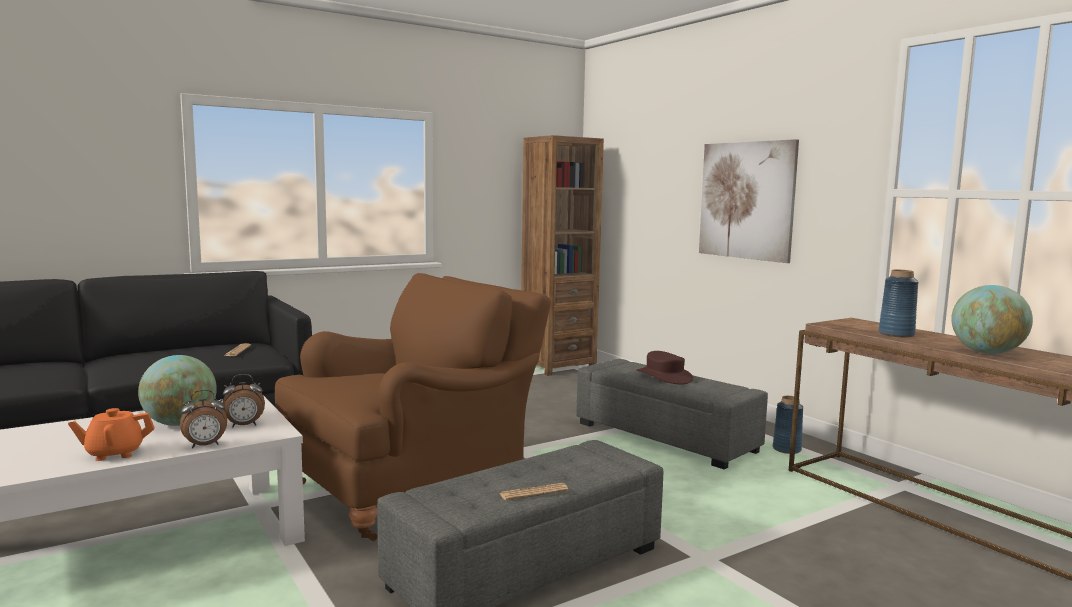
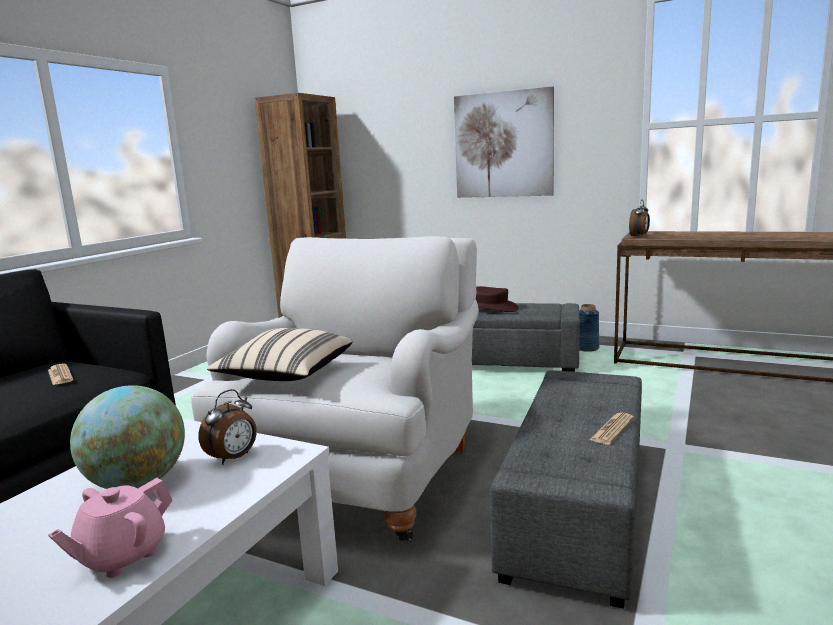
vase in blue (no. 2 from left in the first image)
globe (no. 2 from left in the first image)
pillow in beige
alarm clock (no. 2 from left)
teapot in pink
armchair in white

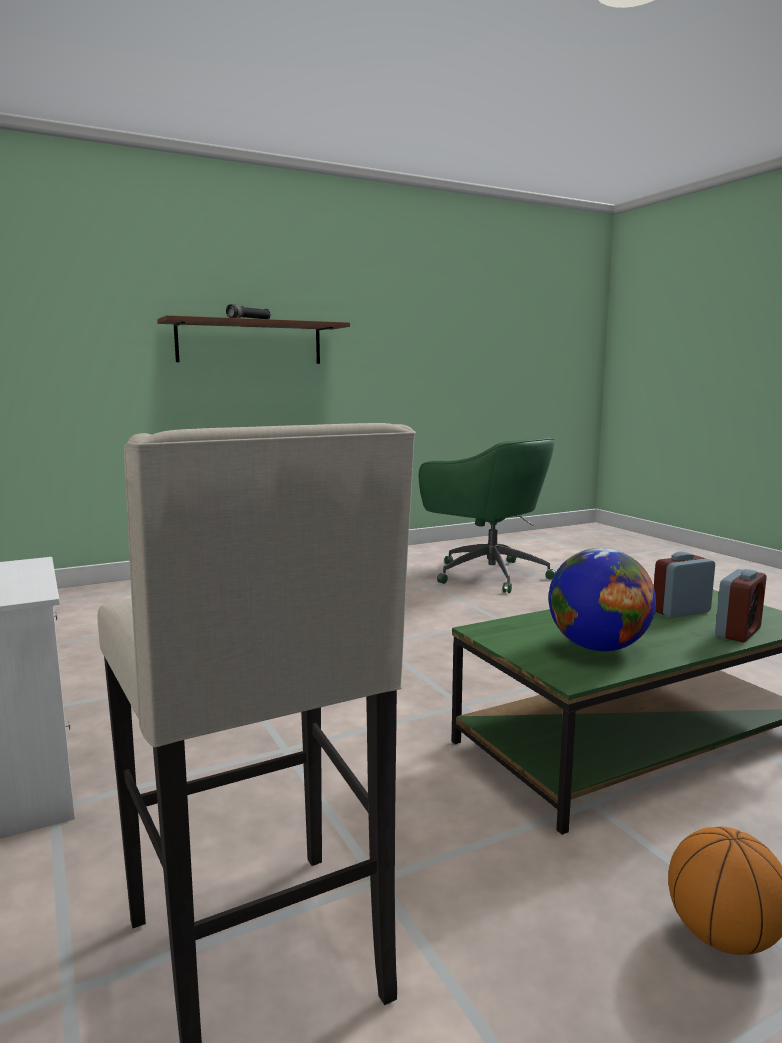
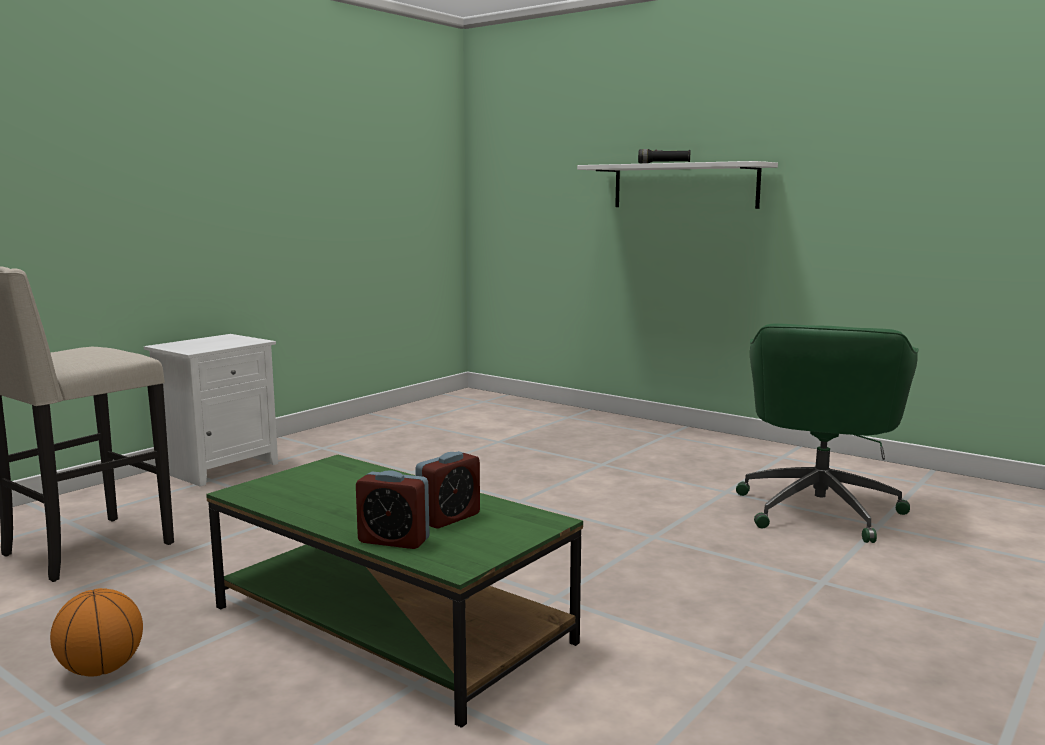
globe
shelf in white
alarm clock (no. 2 from left)

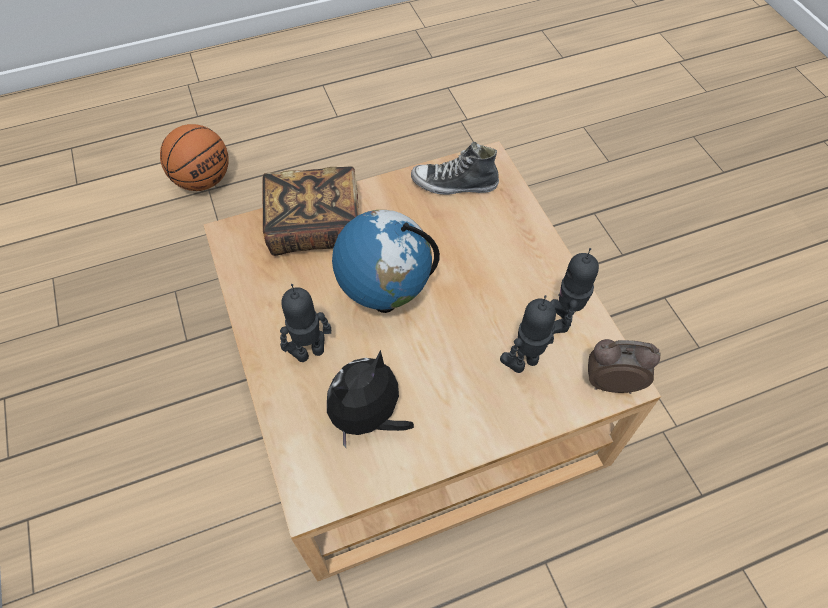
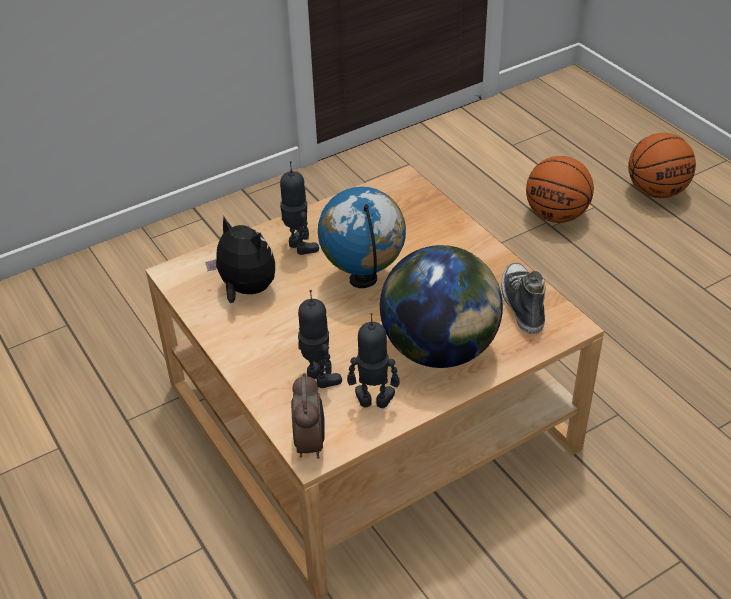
book
globe (no. 2 from left)
basketball (no. 2 from left)

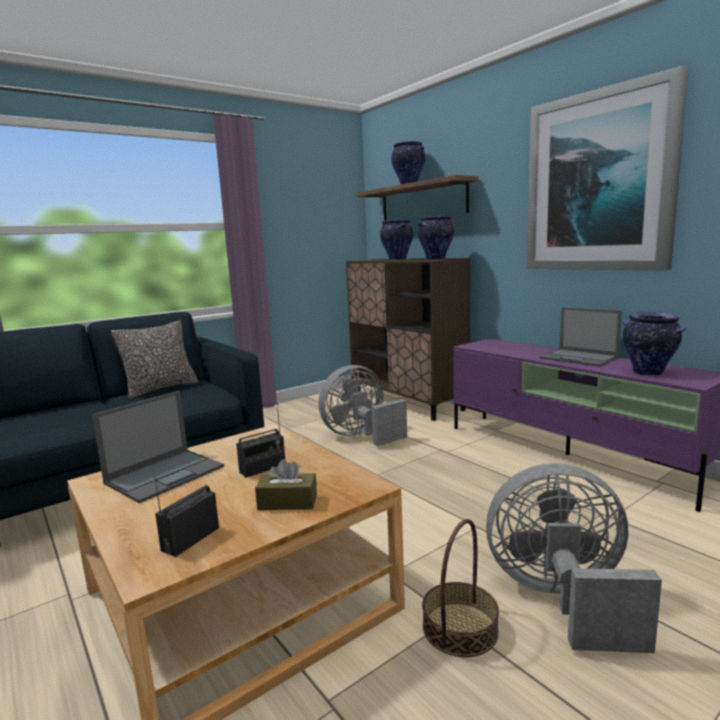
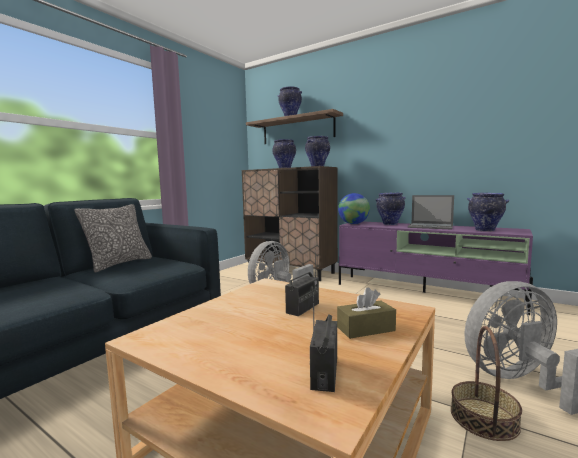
laptop (no. 1 from left in the first image)
picture
globe
vase (no. 4 from left)

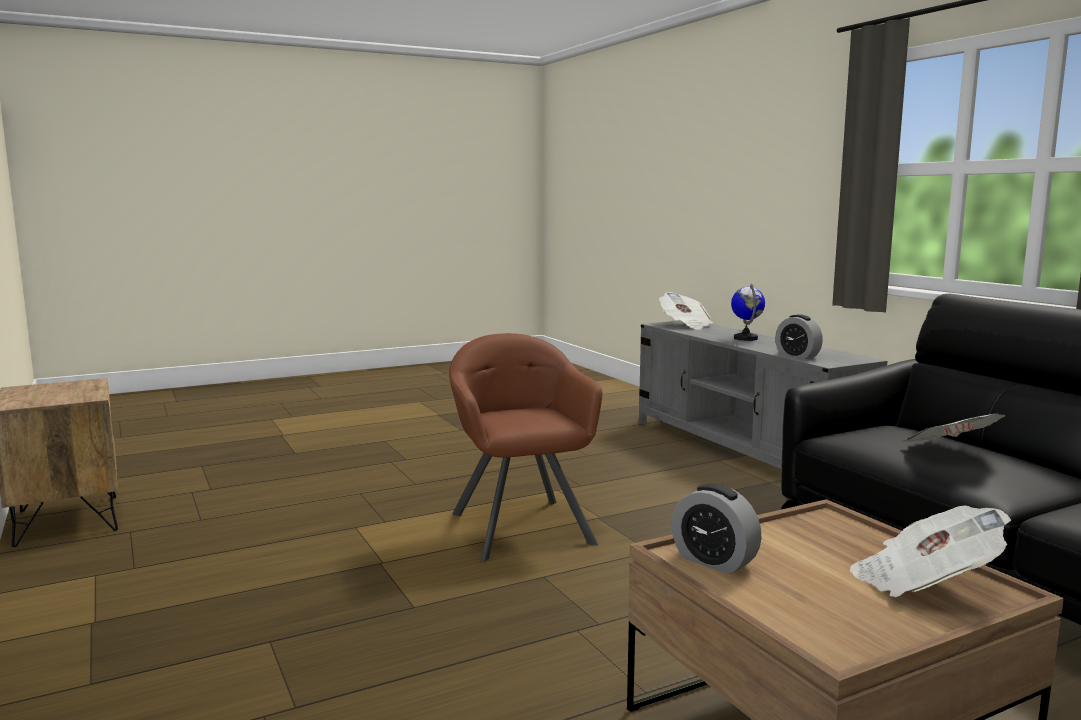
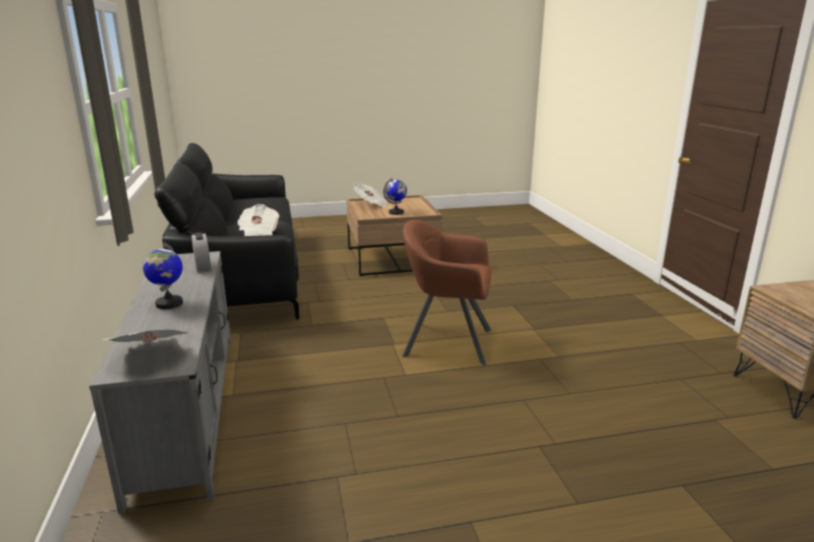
alarm clock (no. 1 from left in the first image)
globe (no. 2 from left)
armchair in brown

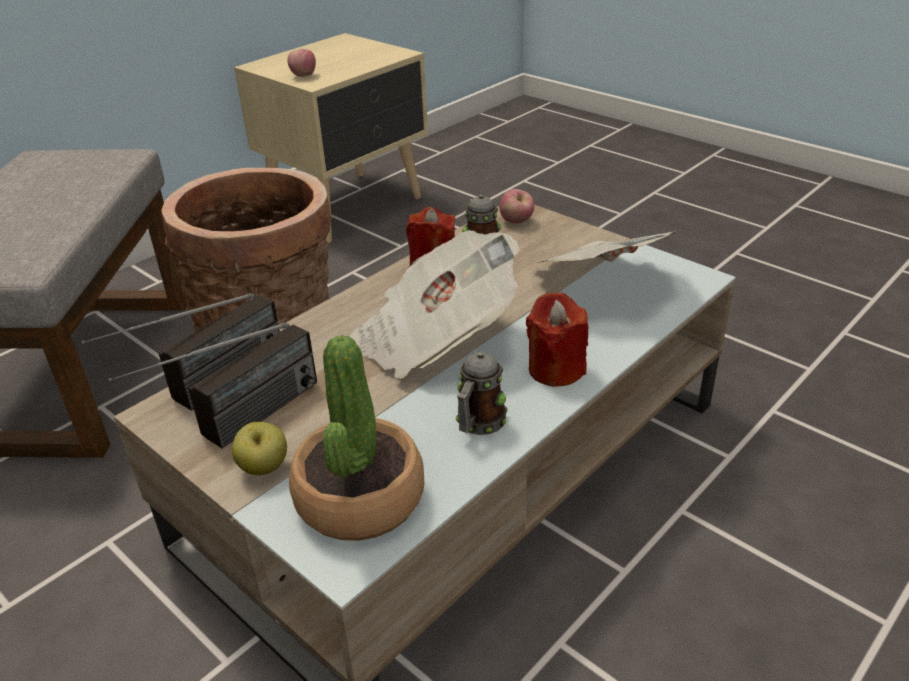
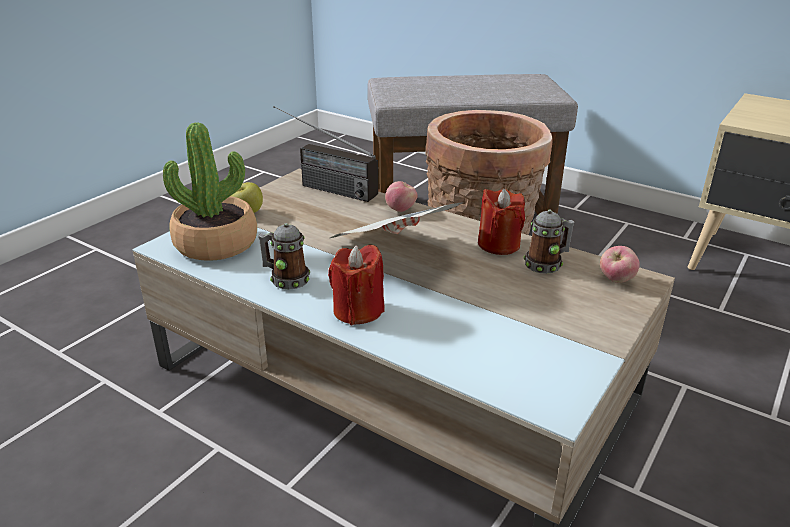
radio (no. 2 from left in the first image)
newspaper (no. 2 from left in the first image)
apple (no. 2 from left)

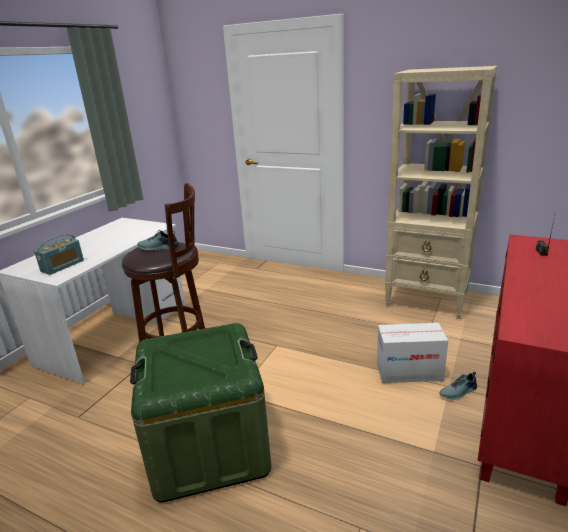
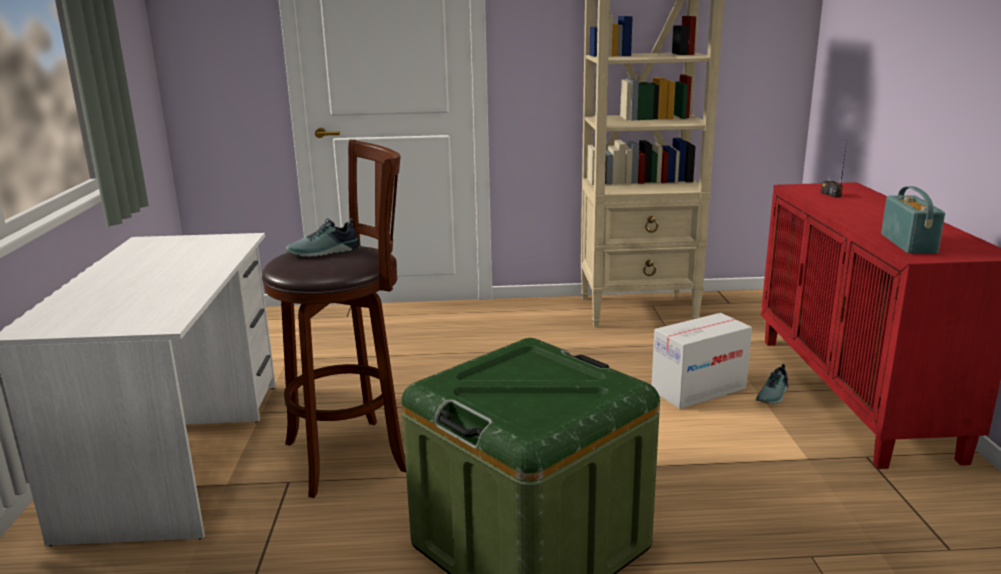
radio (no. 2 from left)

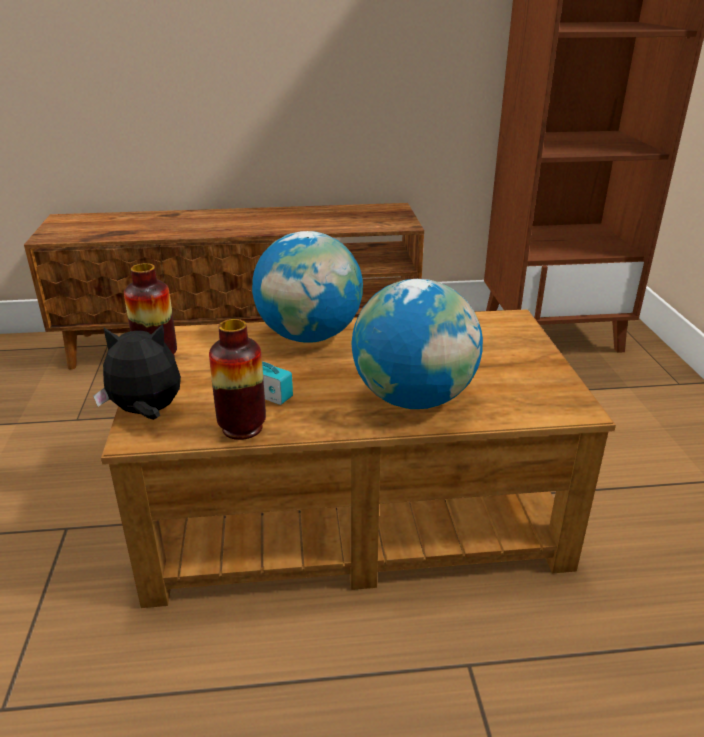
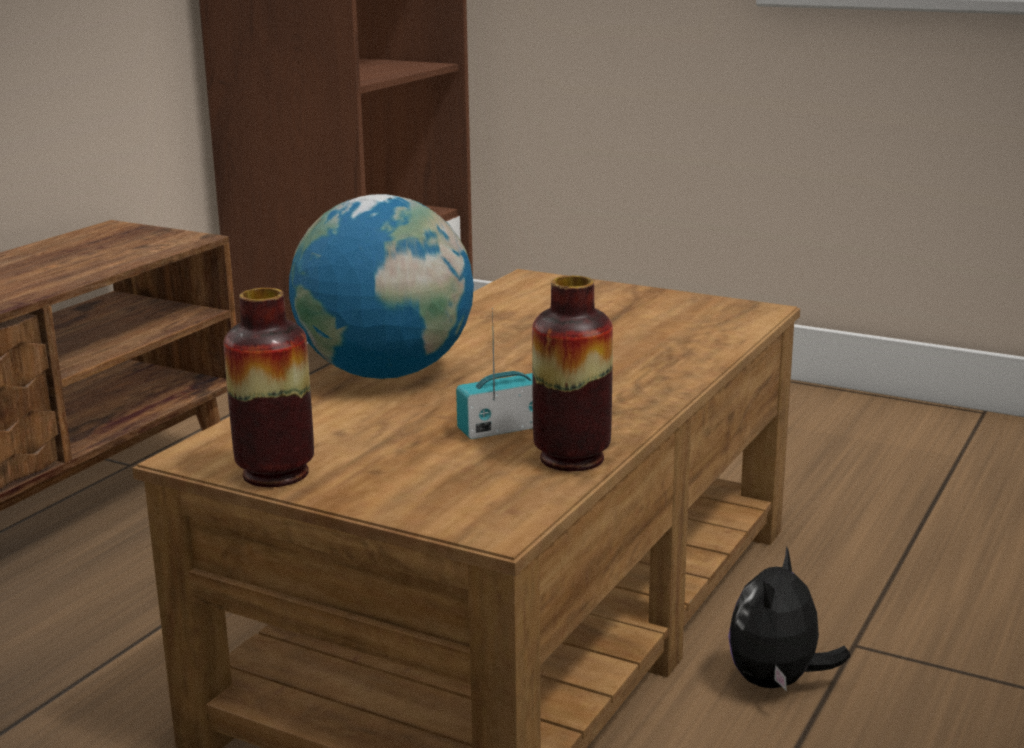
globe (no. 2 from left in the first image)
plush toy

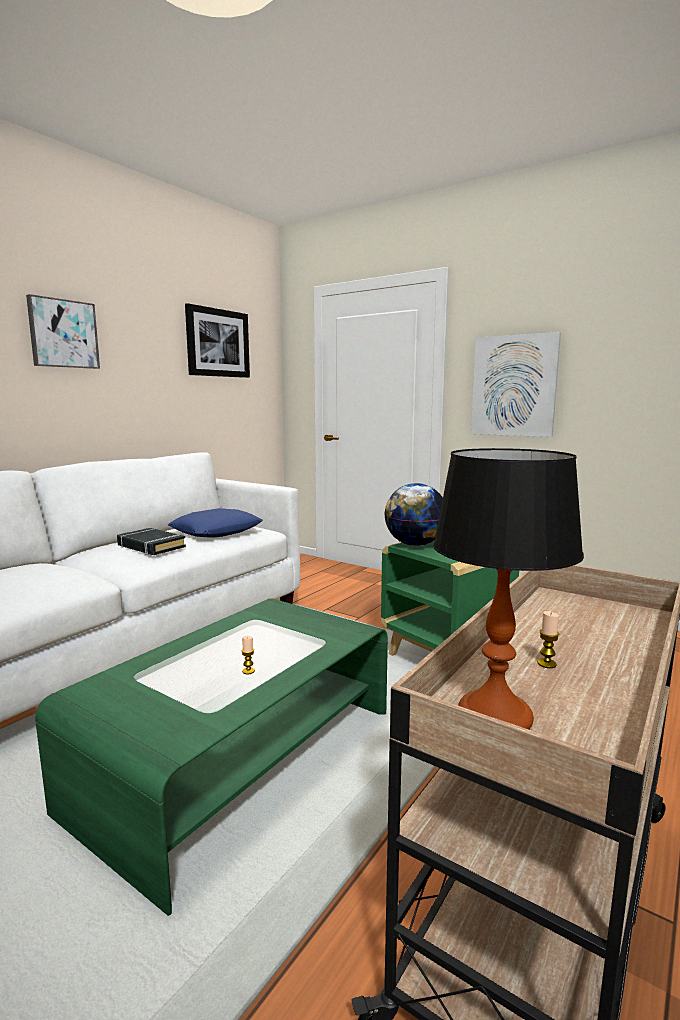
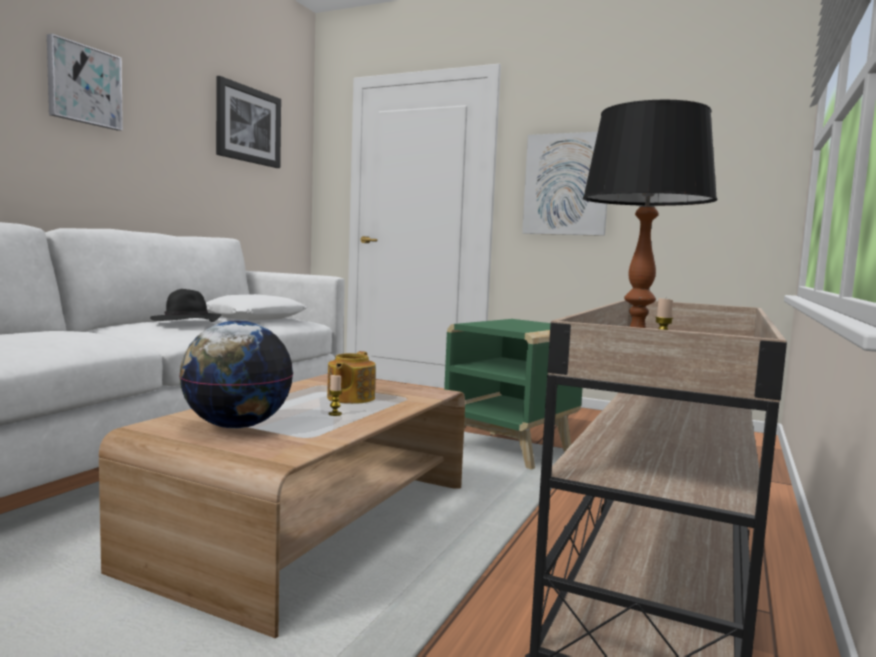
teapot
globe
hat in black
coffee table in brown
pillow in white

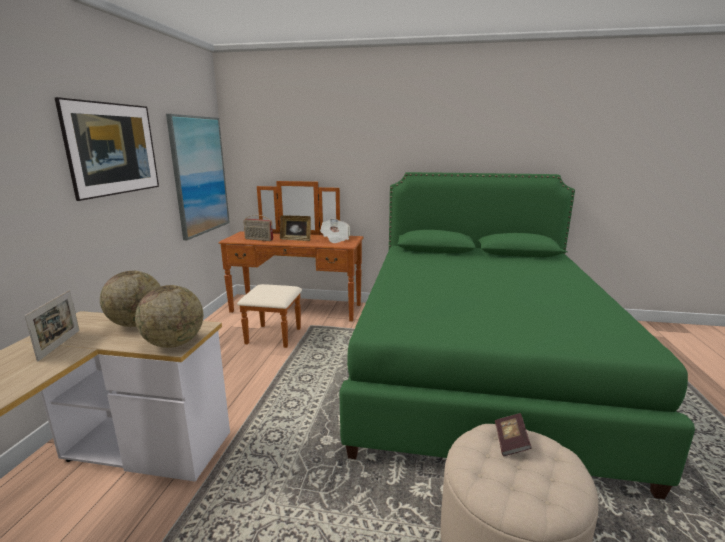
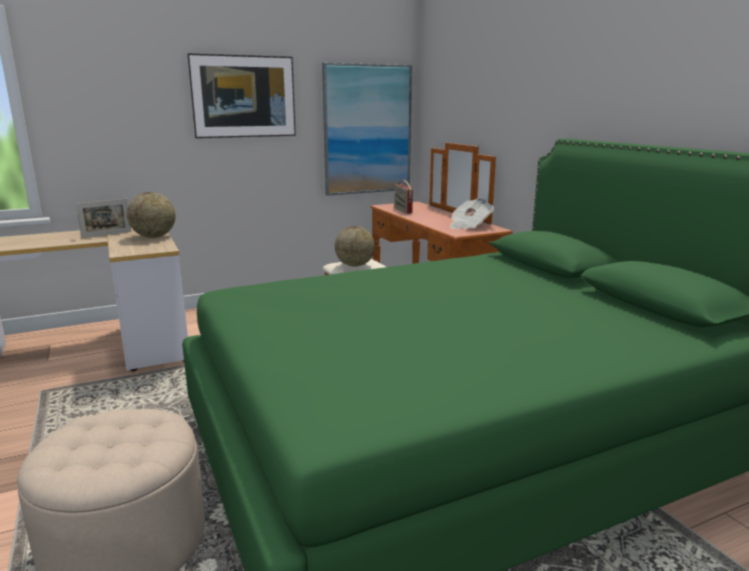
picture frame (no. 2 from left in the first image)
book
globe (no. 2 from left)

